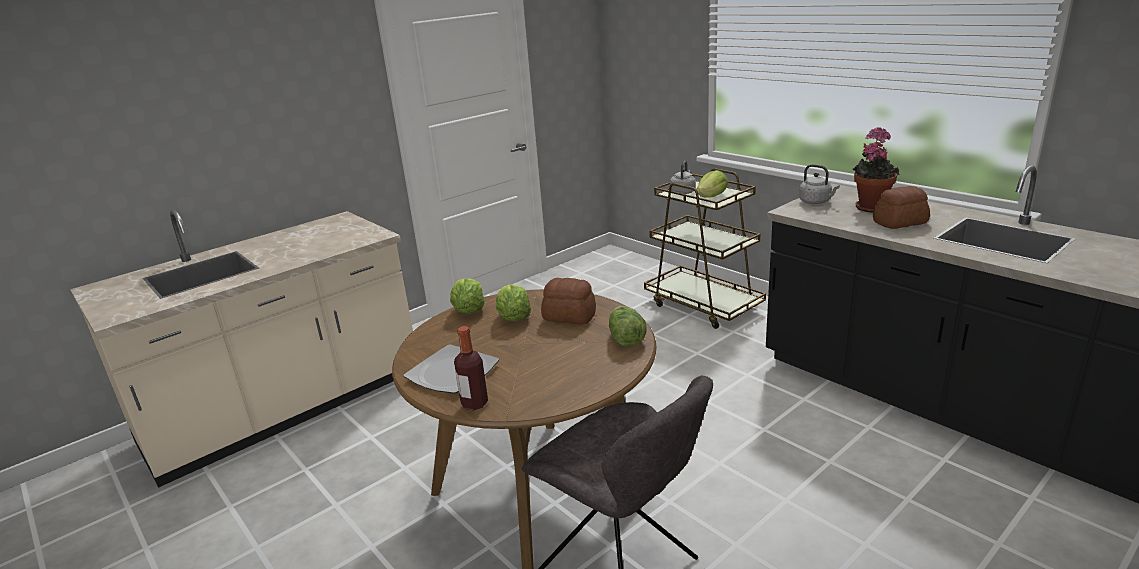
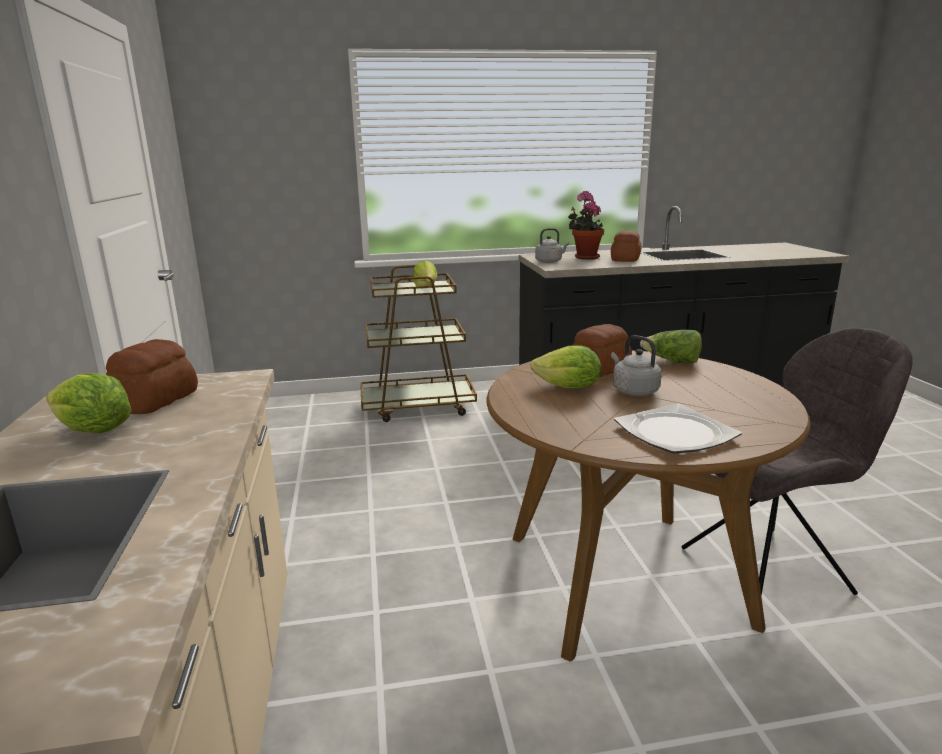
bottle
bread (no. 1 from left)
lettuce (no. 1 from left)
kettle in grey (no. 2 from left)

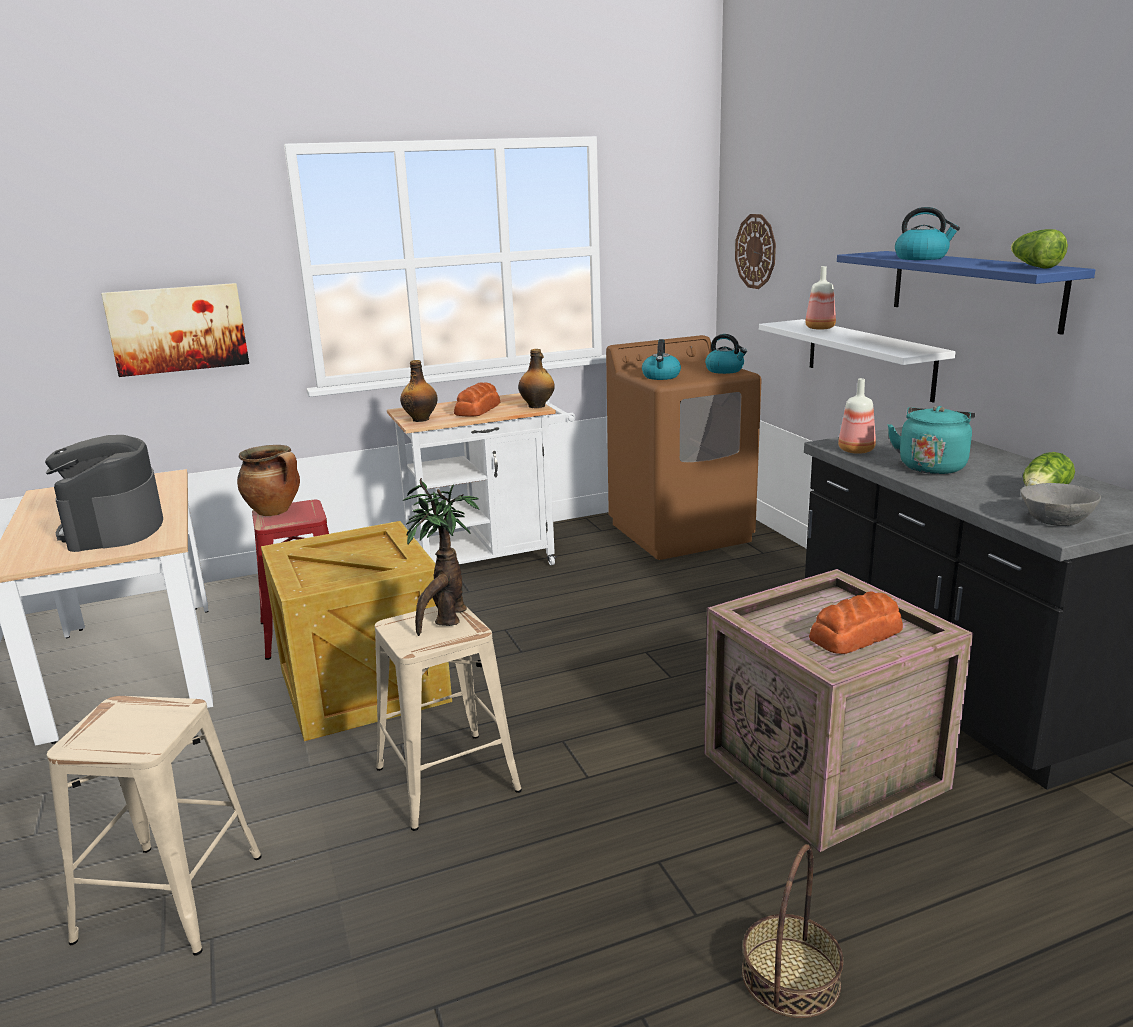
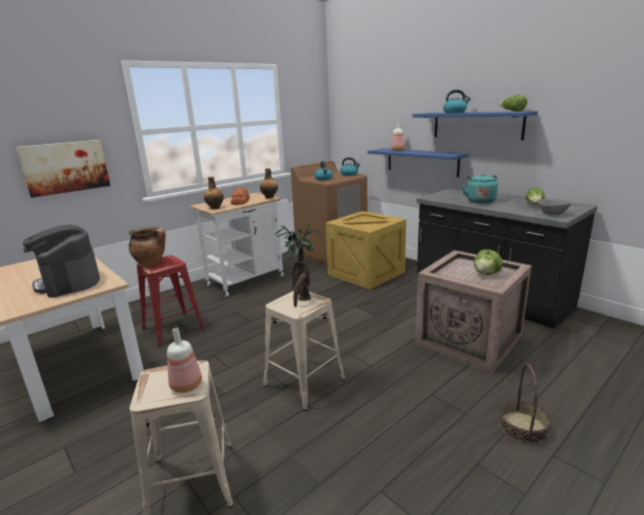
wall clock
crate (no. 1 from left)
bottle (no. 1 from left)
lettuce (no. 1 from left)
shelf in blue (no. 1 from left)

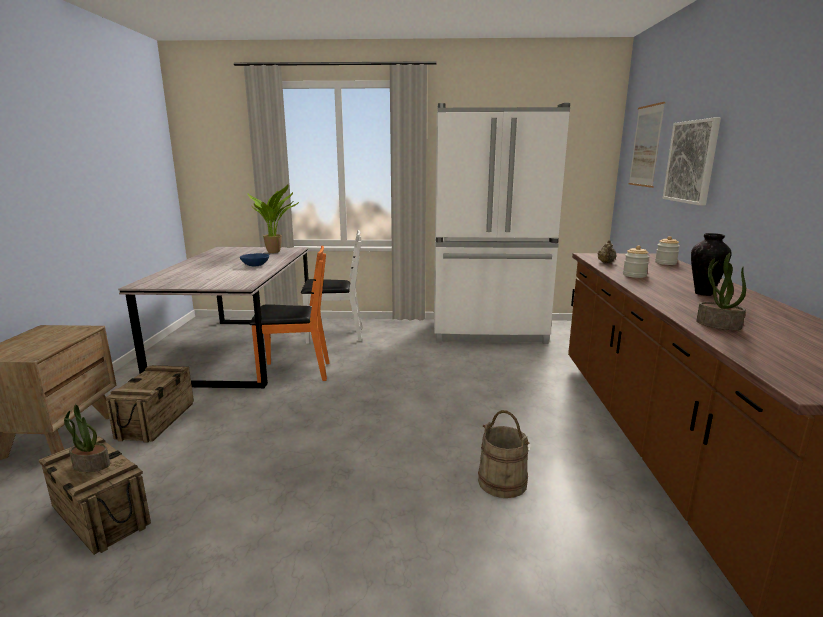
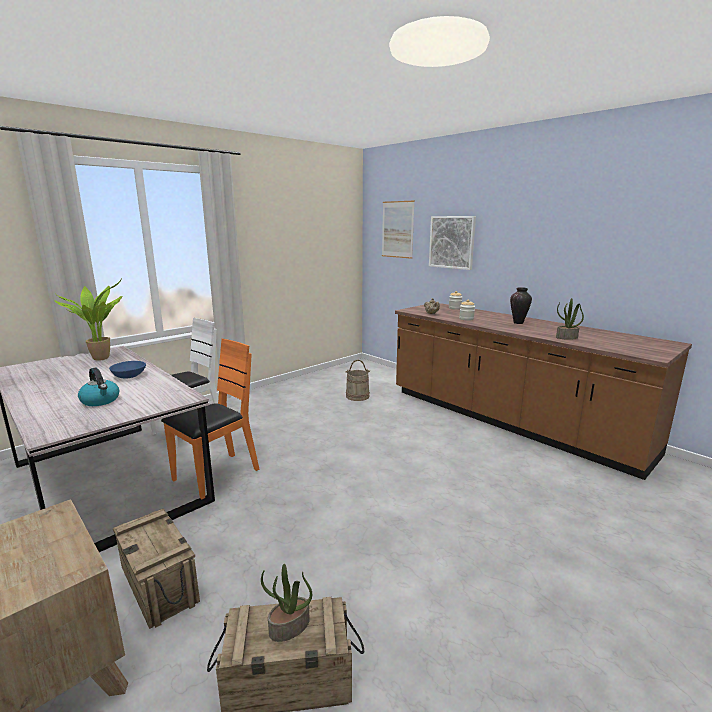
fridge in white
kettle
bucket in beige

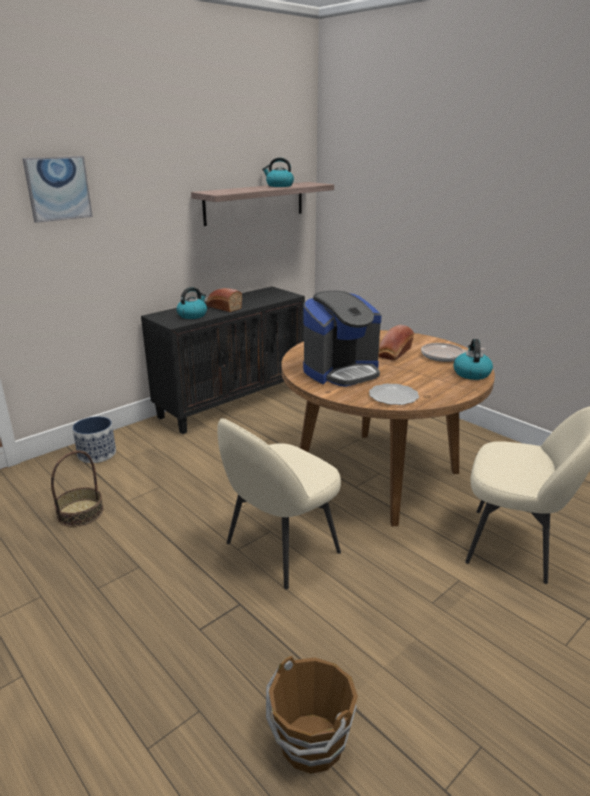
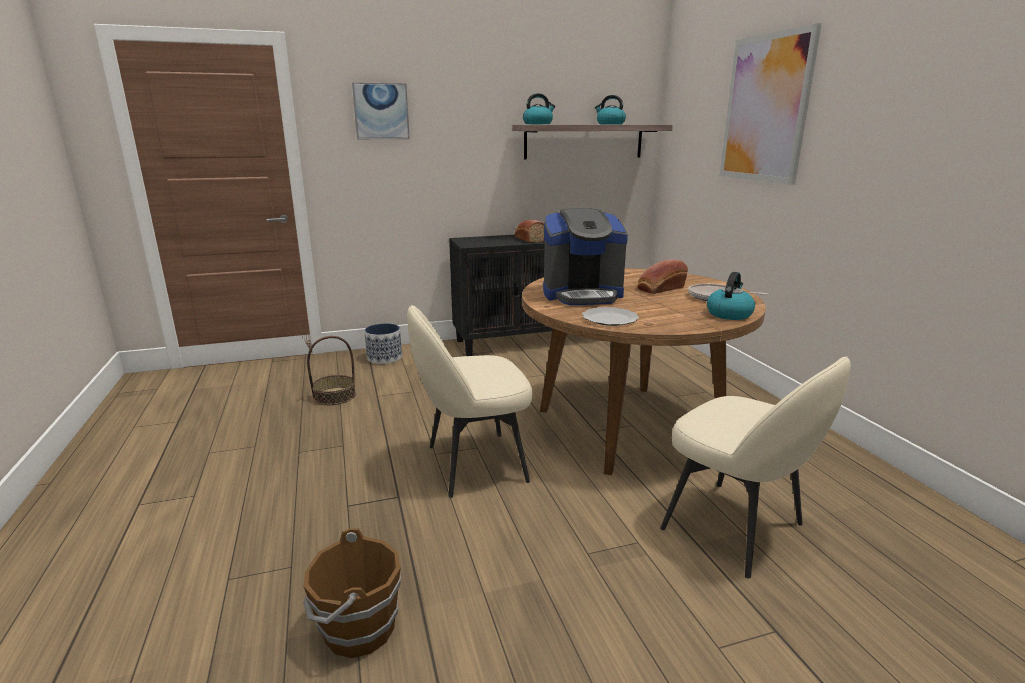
picture (no. 2 from left)
kettle (no. 1 from left)

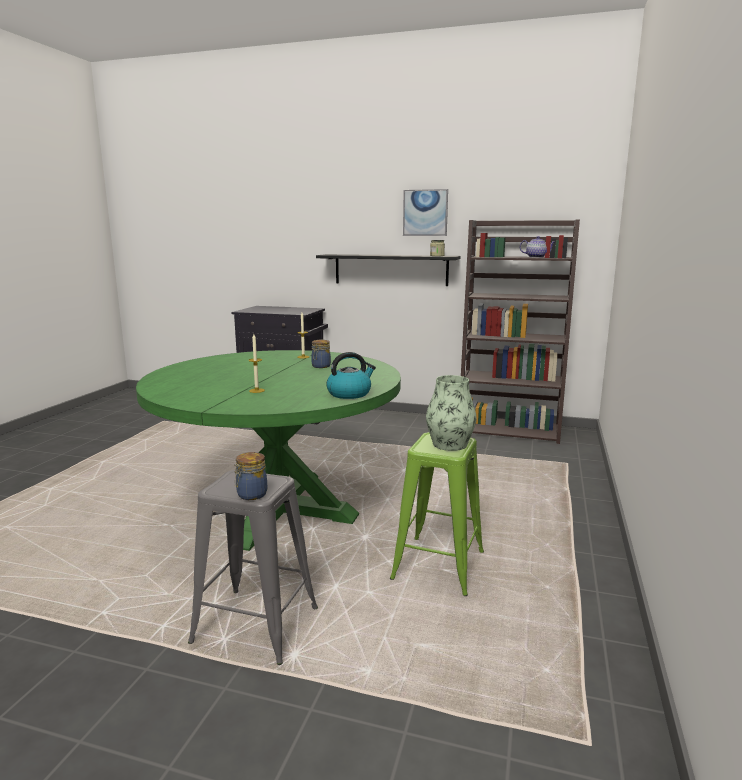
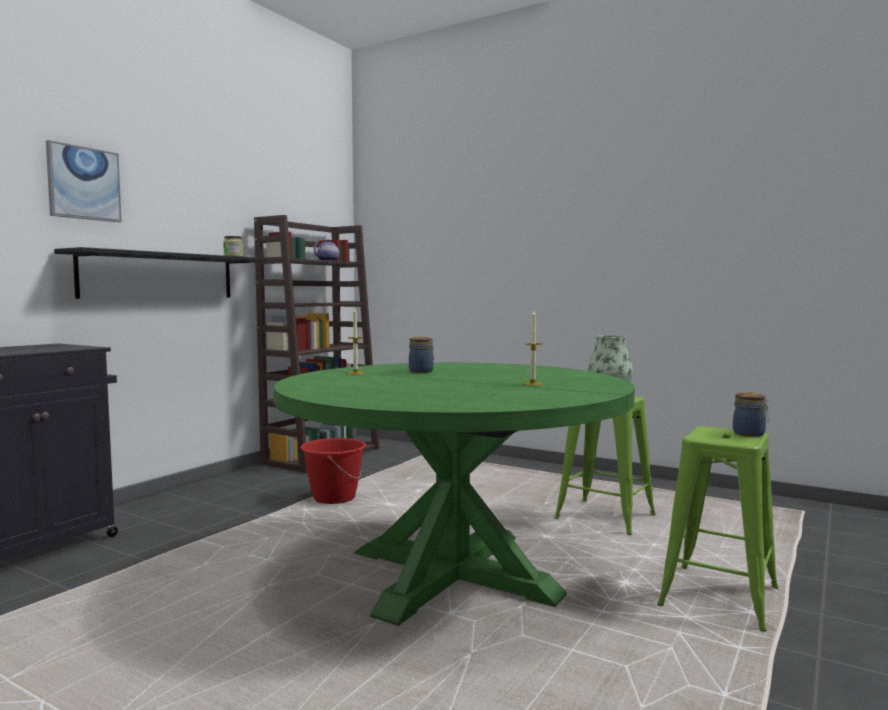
kettle
bucket in red
picture
stool in green (no. 2 from left)

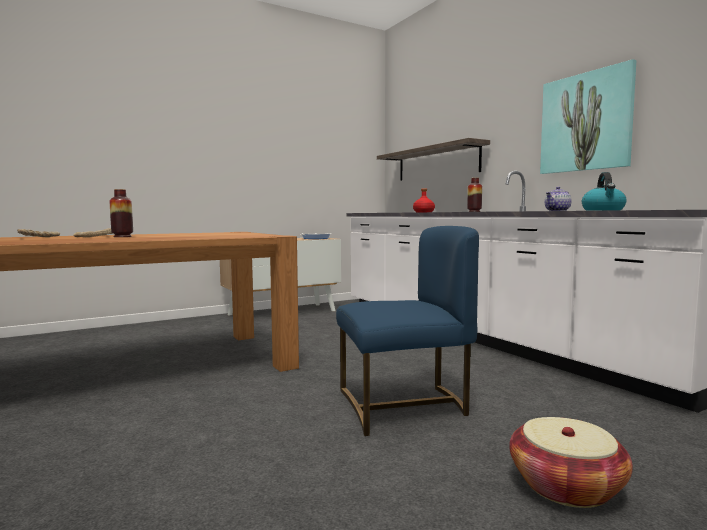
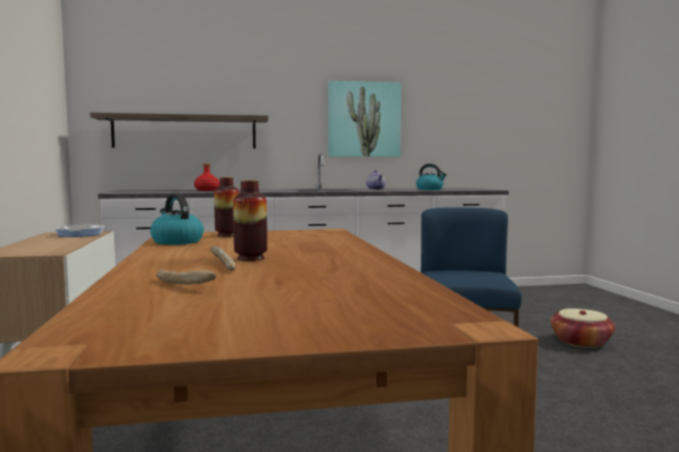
kettle (no. 1 from left)
vase (no. 1 from left)

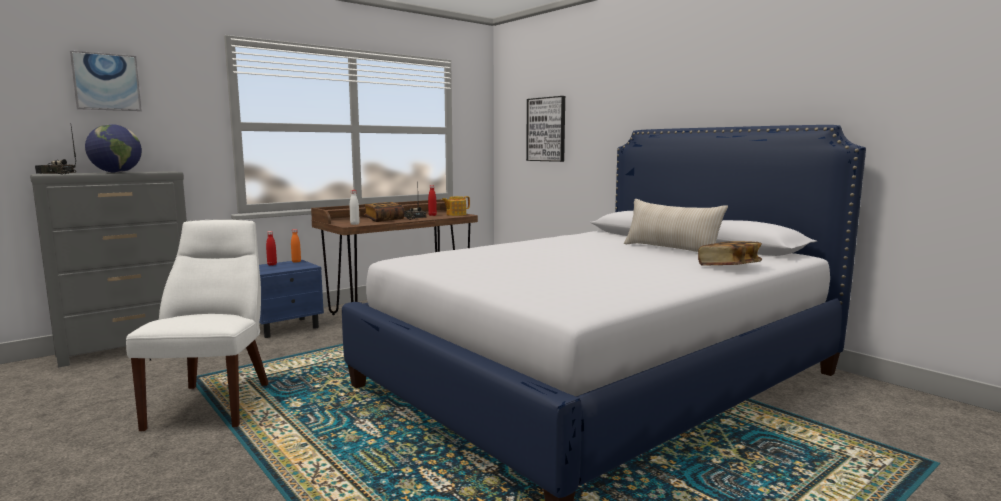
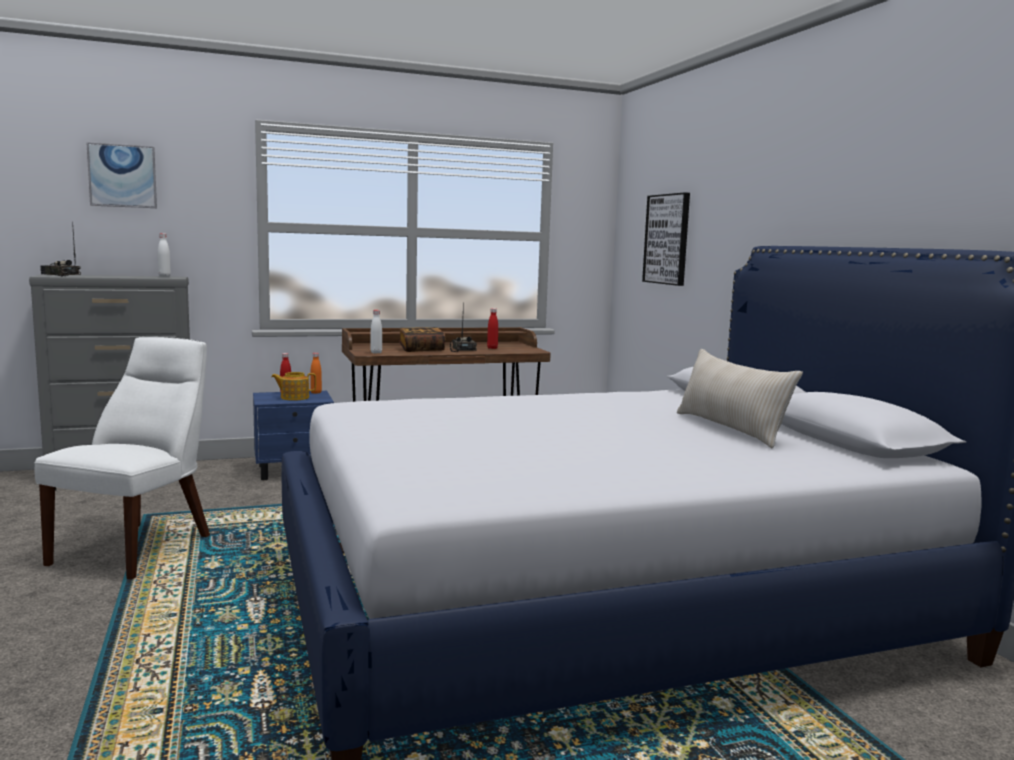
globe
book (no. 2 from left in the first image)
bottle in white (no. 1 from left)
teapot

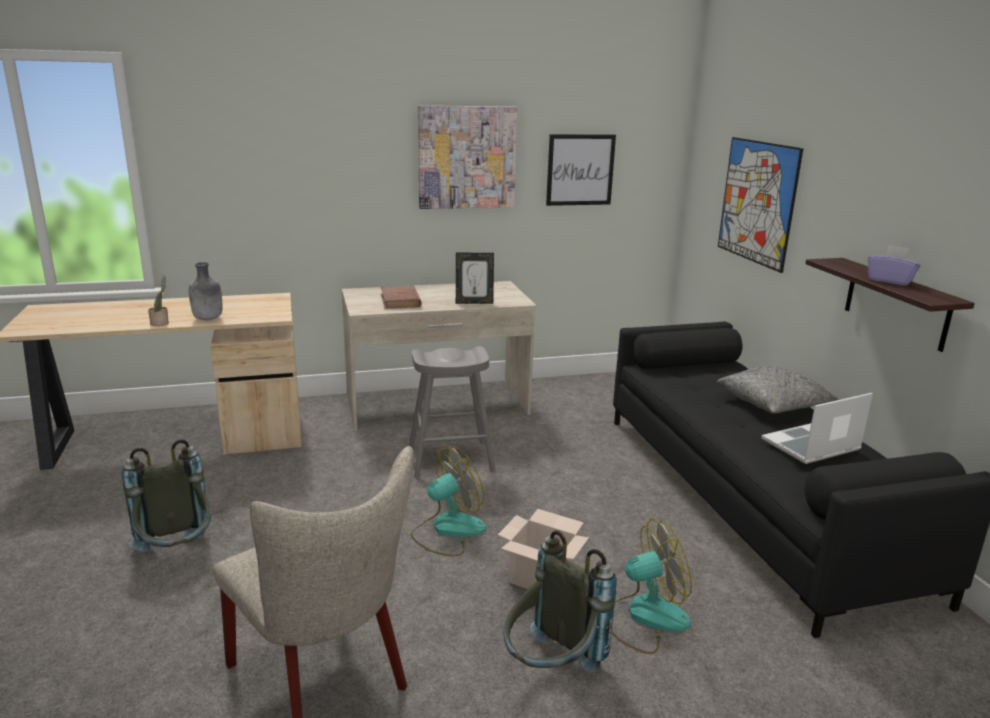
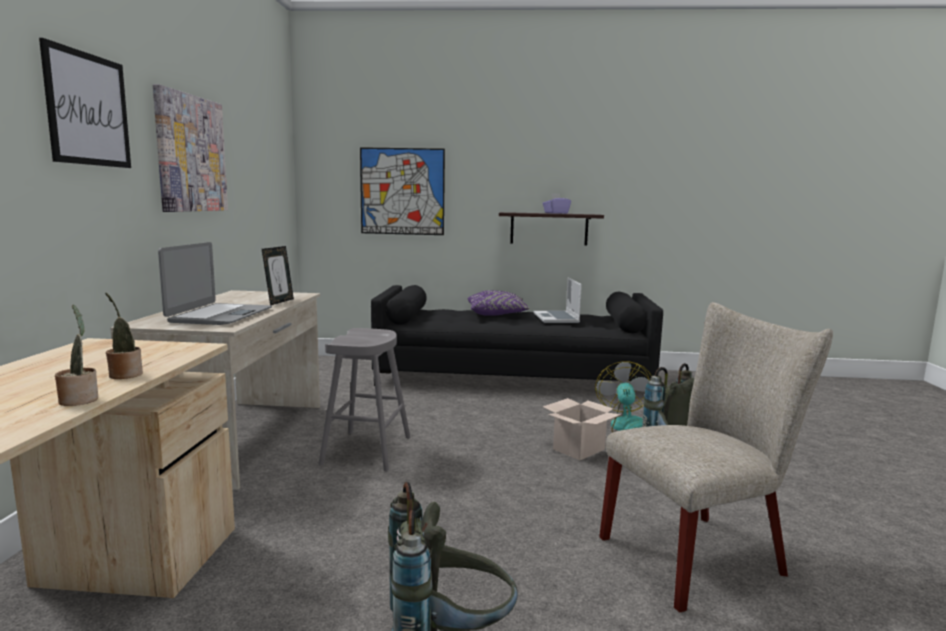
fan (no. 1 from left in the first image)
picture (no. 1 from left)
potted plant (no. 2 from left)
laptop (no. 1 from left)
pillow in purple

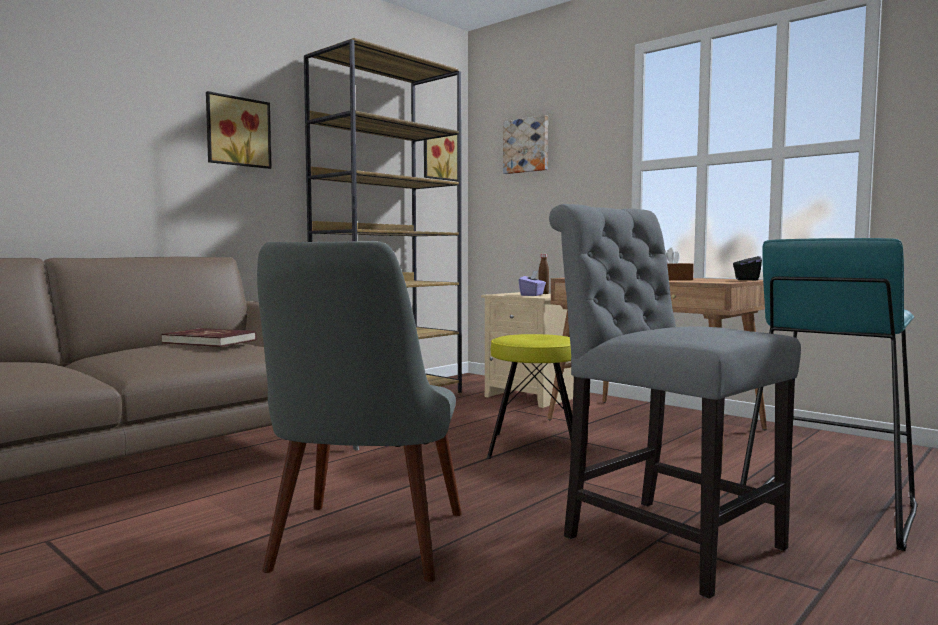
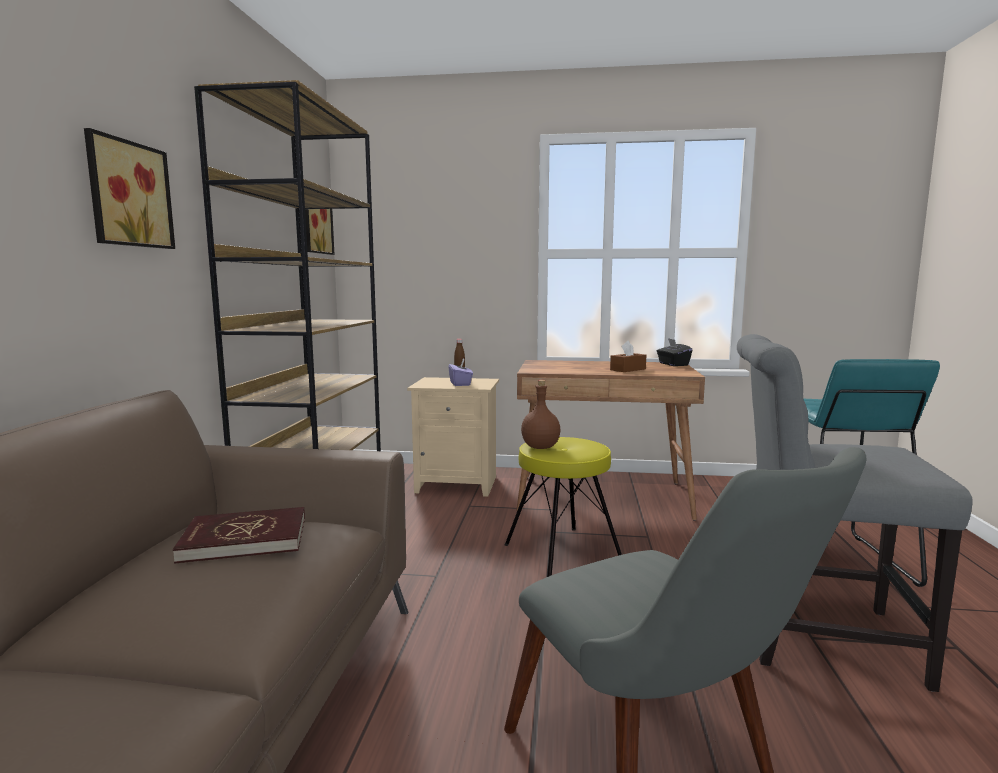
picture (no. 3 from left in the first image)
bottle in brown (no. 2 from left)

